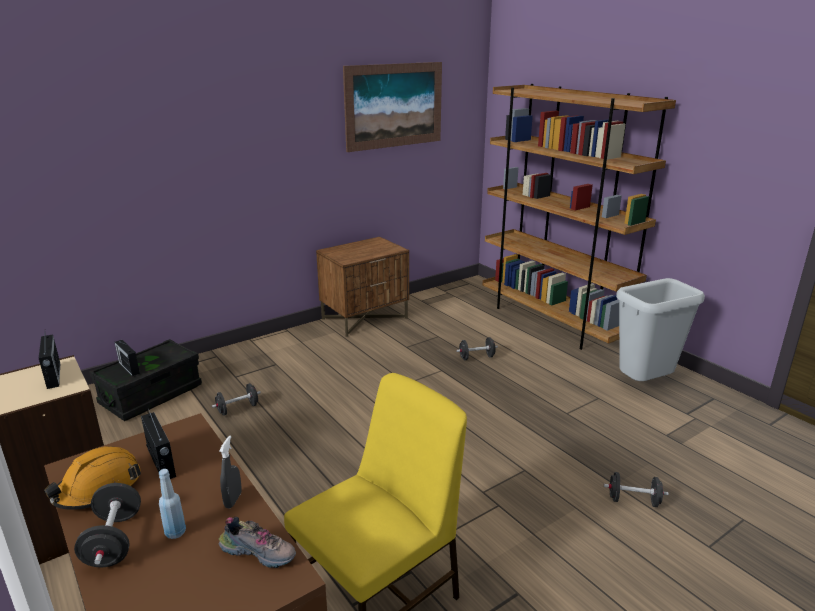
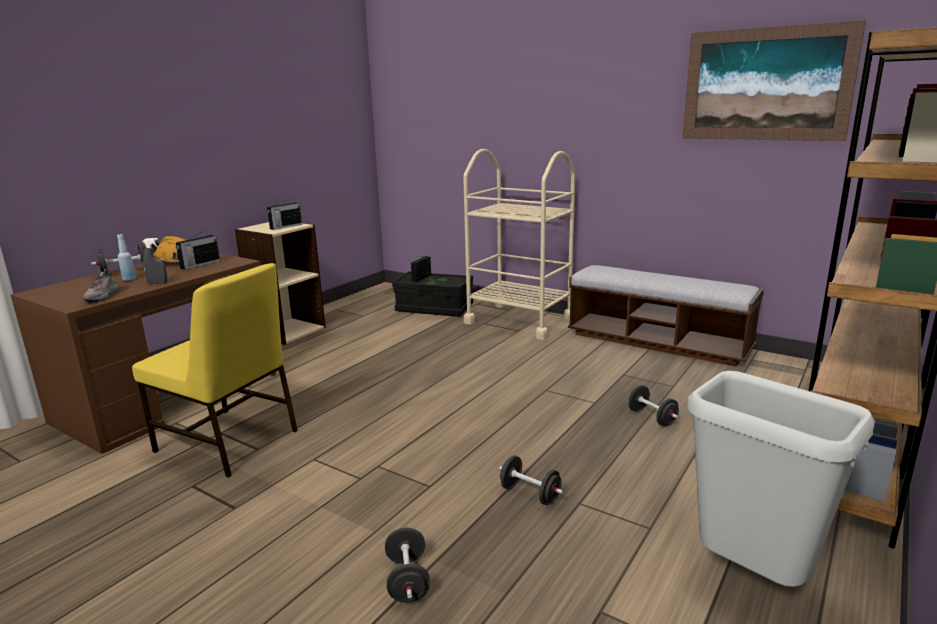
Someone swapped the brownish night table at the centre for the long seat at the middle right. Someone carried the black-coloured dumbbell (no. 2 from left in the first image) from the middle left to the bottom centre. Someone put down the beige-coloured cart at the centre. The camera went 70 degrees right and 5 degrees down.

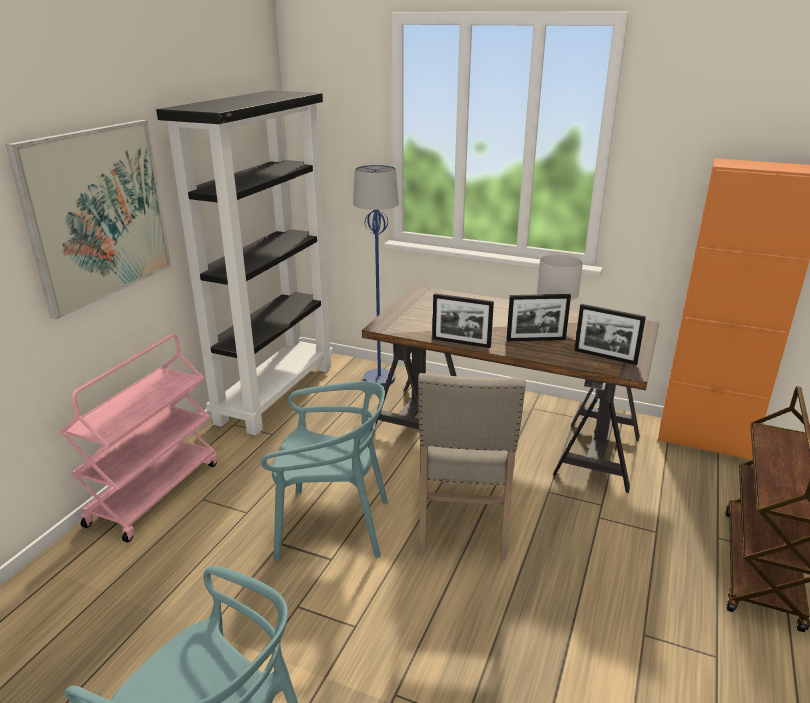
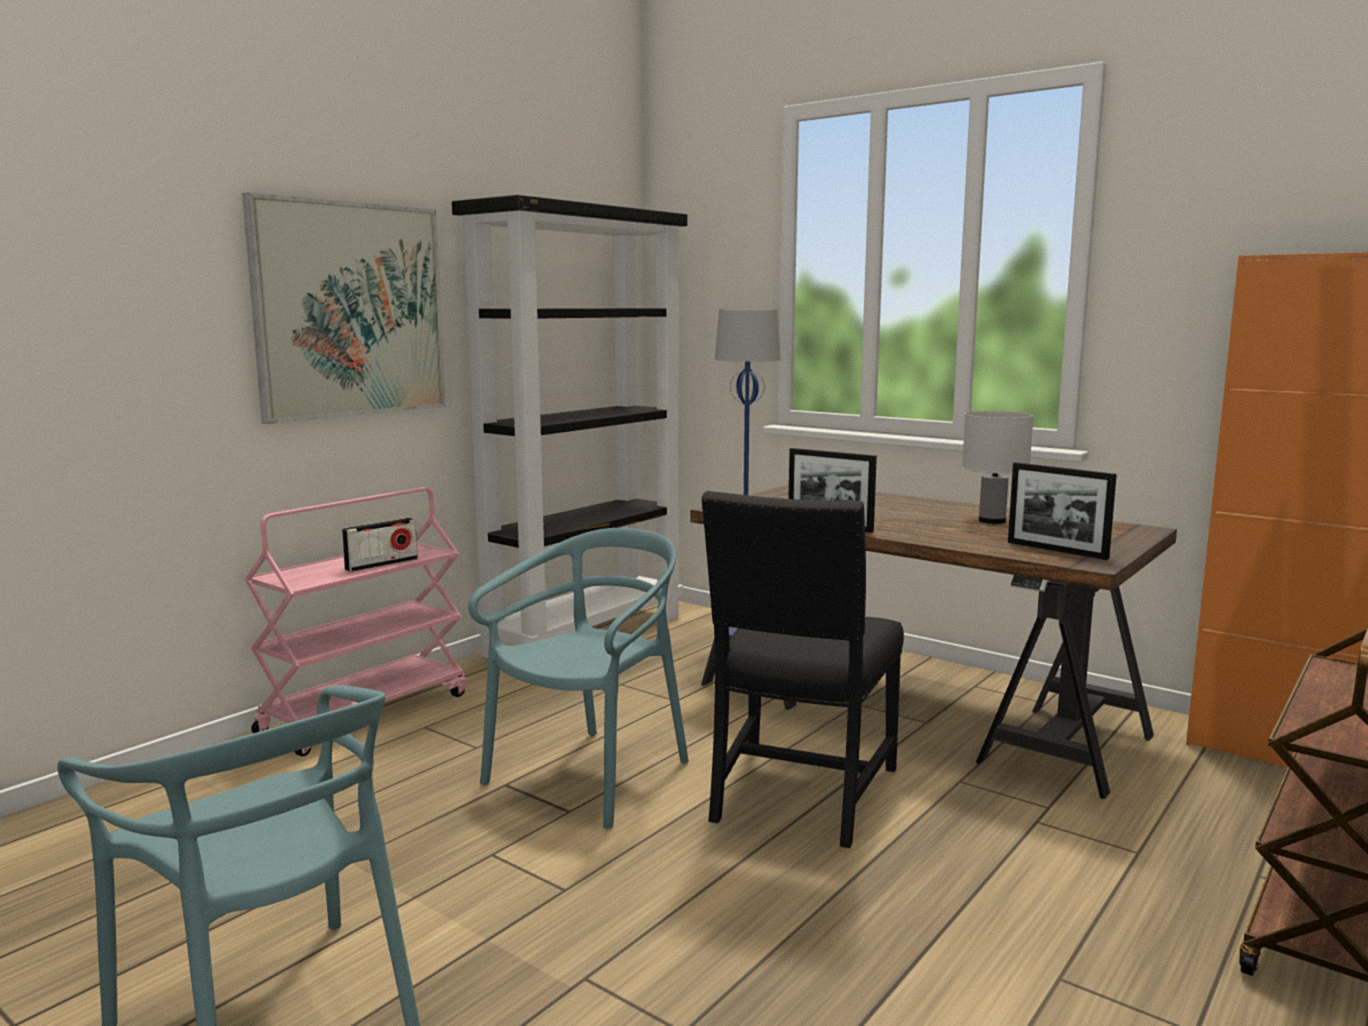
Someone took away the picture frame (no. 2 from left) at the centre. Someone repainted the beige-coloured chair at the centre, which became the black-coloured chair at the centre. Someone rotated the blue-green chair (no. 2 from left) at the bottom centre by 75 degrees counterclockwise. Someone put down the radio set at the middle left. The camera went 15 degrees right and 15 degrees down.

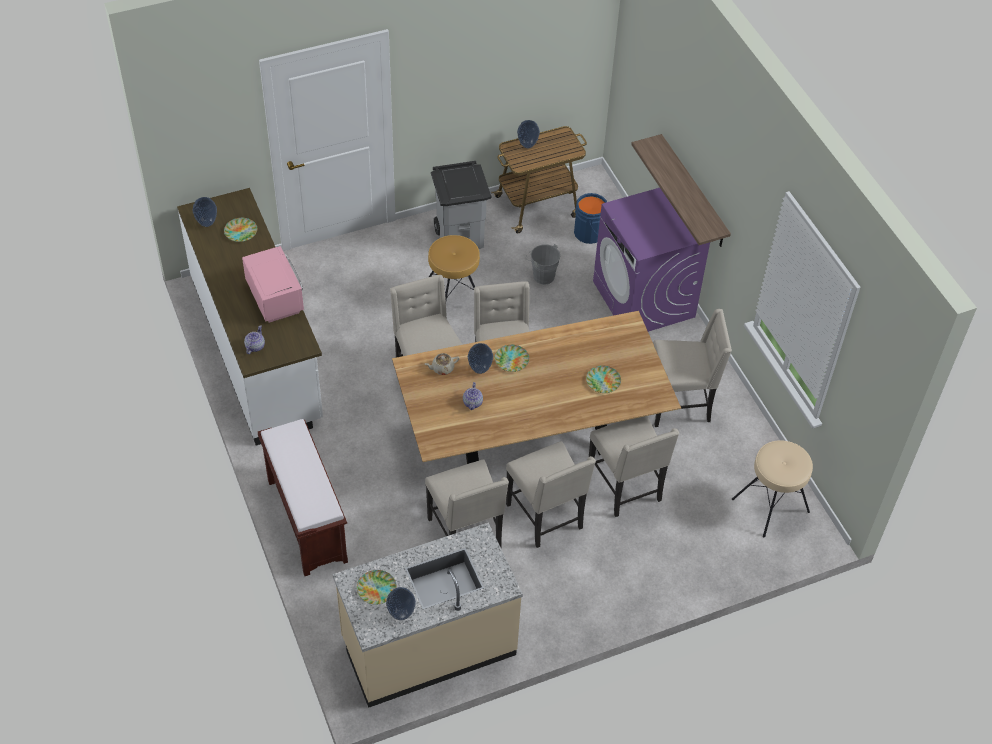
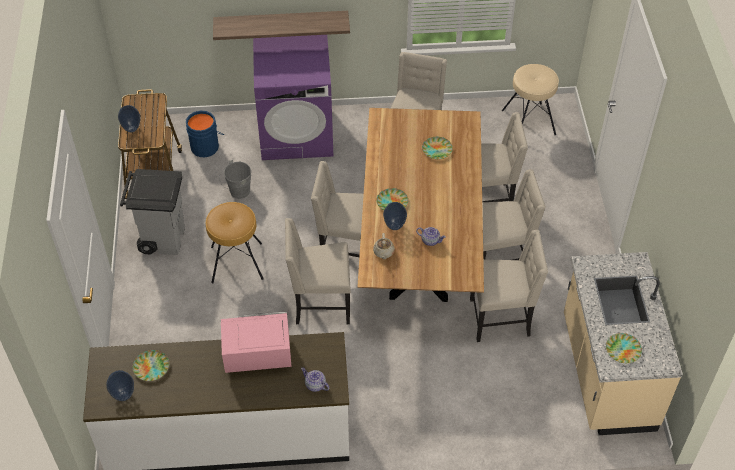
Someone took away the brownish long seat at the bottom left. Someone took away the vase (no. 2 from left) at the bottom centre. The camera went 70 degrees left and 0 degrees up.

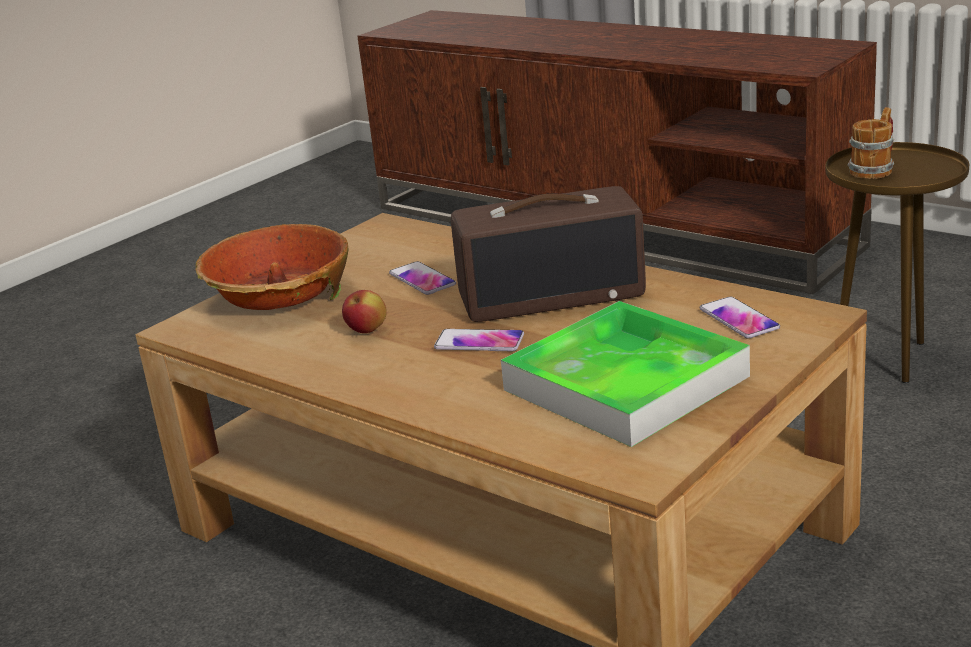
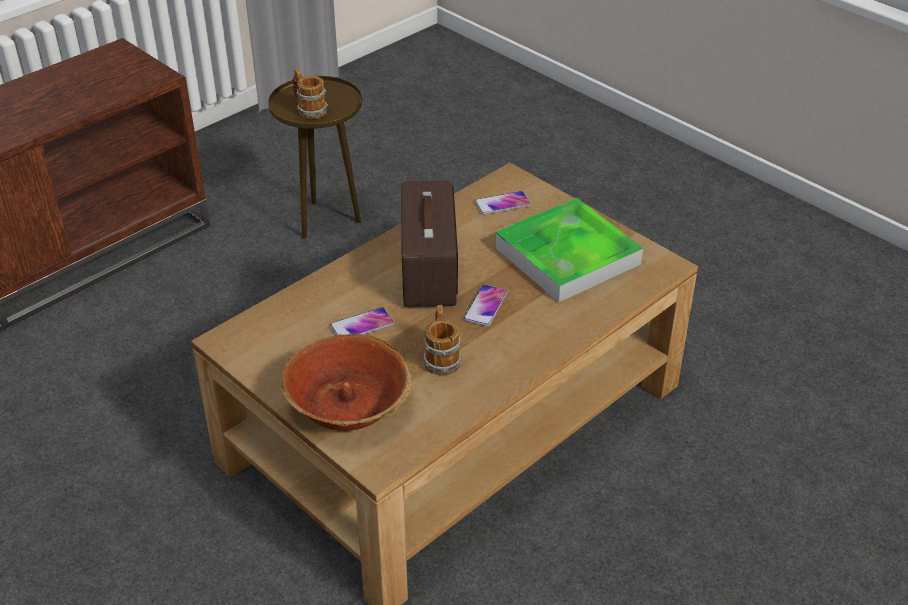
Someone swapped the whole apple at the centre for the mug (no. 2 from left) at the centre. The camera went 85 degrees left and 15 degrees up.

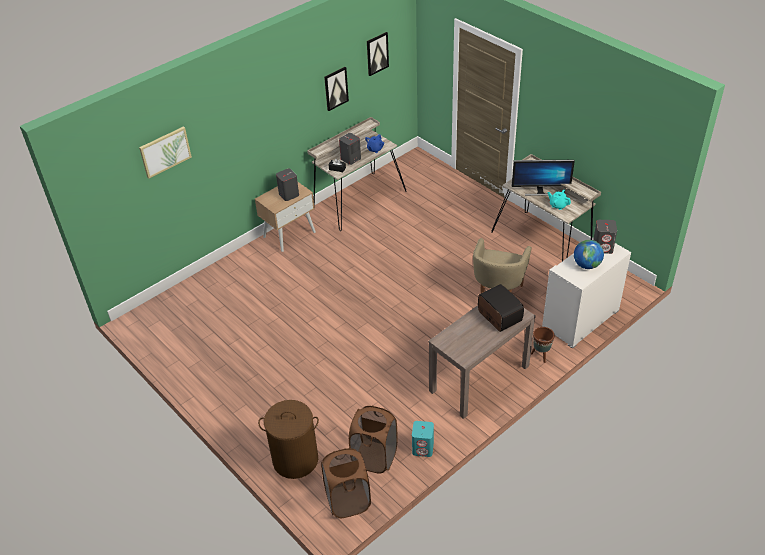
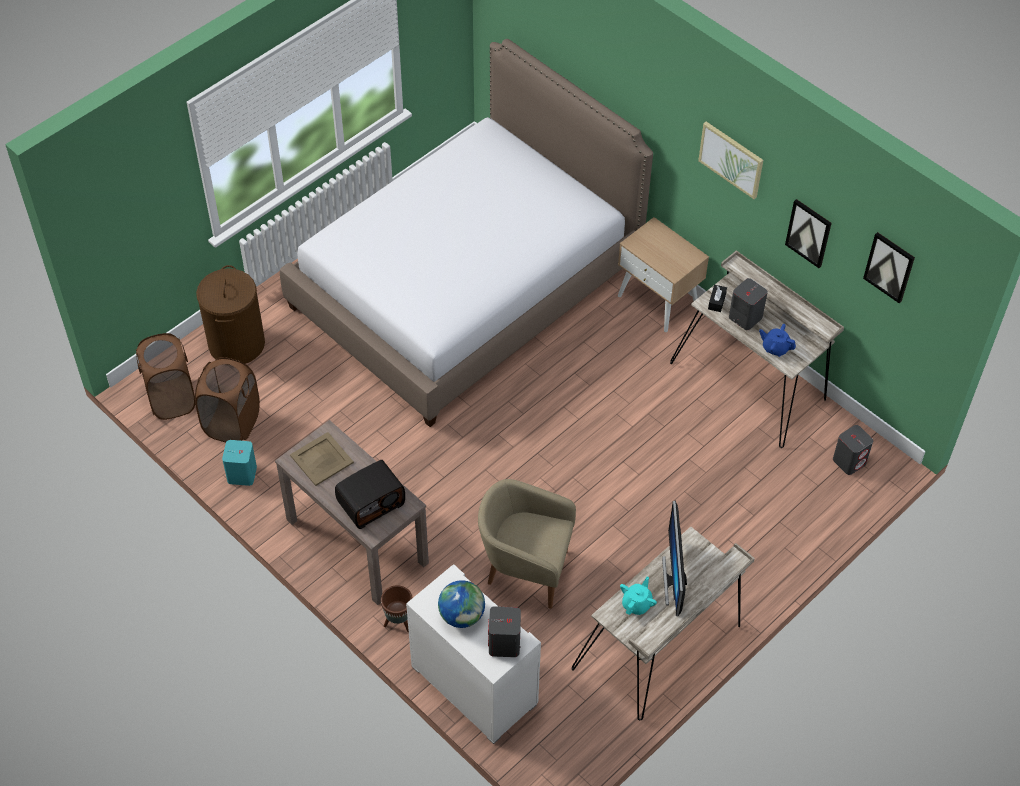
Someone carried the wall art (no. 1 from left) from the top left to the top right. Someone carried the gray audio speaker (no. 1 from left in the first image) from the top centre to the middle right. Someone put down the bedroom bed at the top centre. Someone put down the beige-coloured carrying tray at the middle left. The camera went 85 degrees right and 10 degrees up.

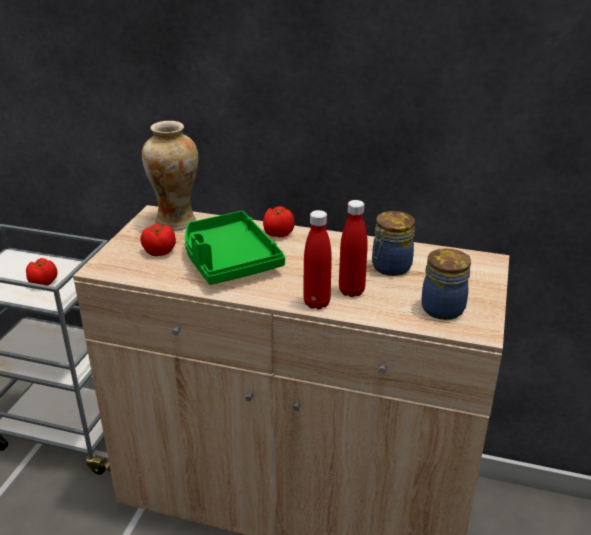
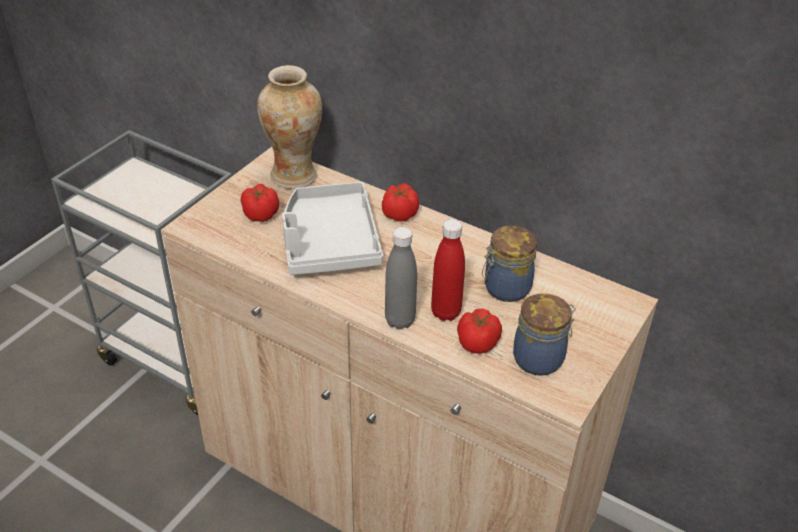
Someone repainted the red beverage bottle (no. 1 from left) at the centre, which became the gray beverage bottle at the centre. Someone repainted the green carrying tray at the centre, which became the gray carrying tray at the centre. Someone carried the whole tomato (no. 1 from left in the first image) from the middle left to the centre. The camera went 15 degrees right and 10 degrees up.

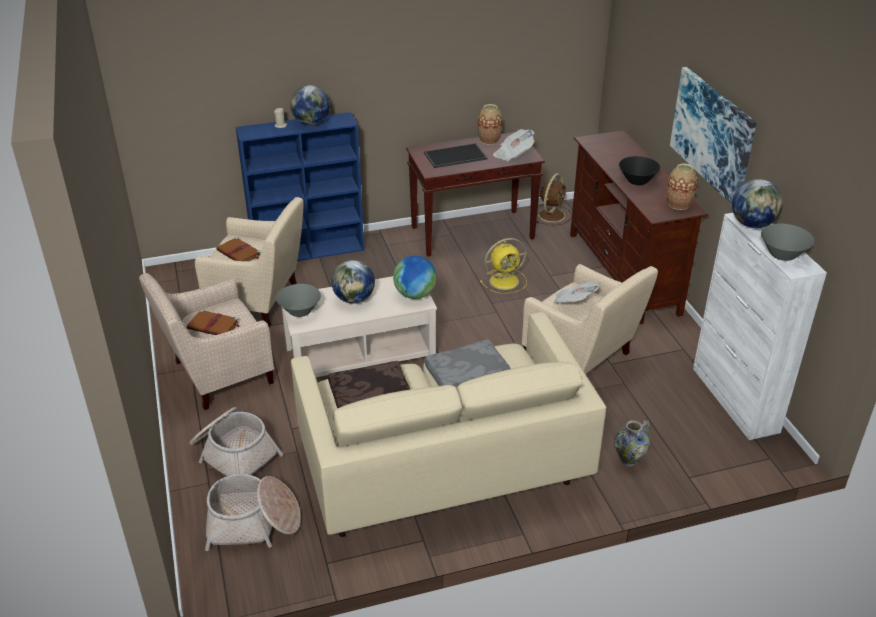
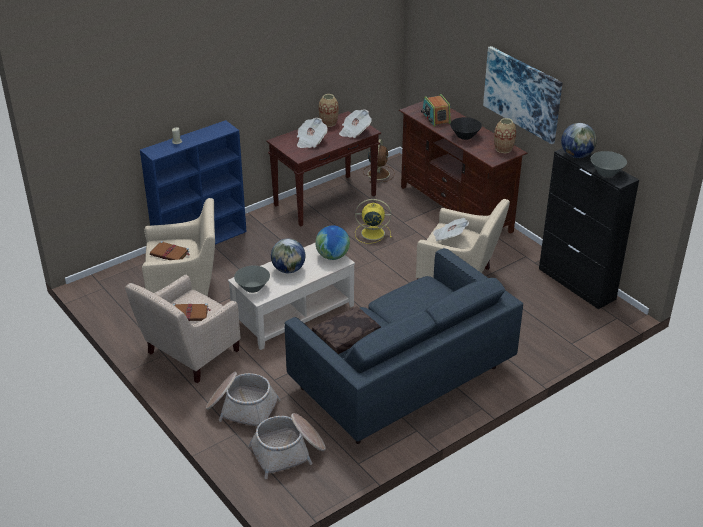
Someone took away the world globe (no. 1 from left) at the top centre. Someone swapped the carrying tray at the top centre for the daily paper (no. 1 from left) at the top centre. Someone repainted the white storage cabinet at the middle right, which became the black-coloured storage cabinet at the middle right. Someone rotated the yellow-coloured fan at the centre by 135 degrees counterclockwise. Someone repainted the beige-coloured couch at the bottom centre, which became the blue-coloured couch at the centre. Someone took away the gray throw pillow at the centre. Someone took away the vase (no. 2 from left) at the bottom right. Someone put down the radio set at the top centre. The camera went 20 degrees left and 0 degrees up.

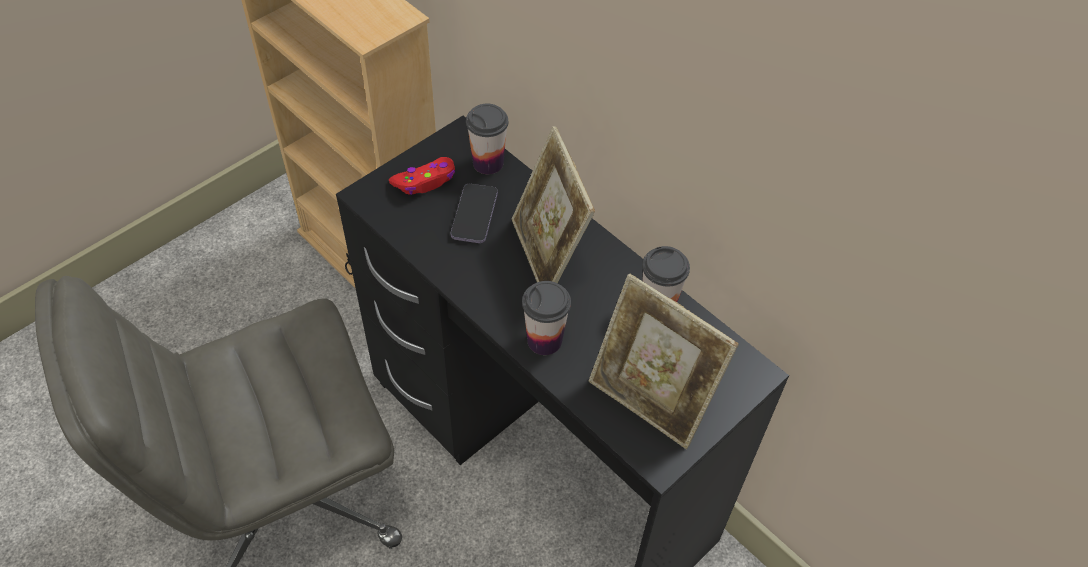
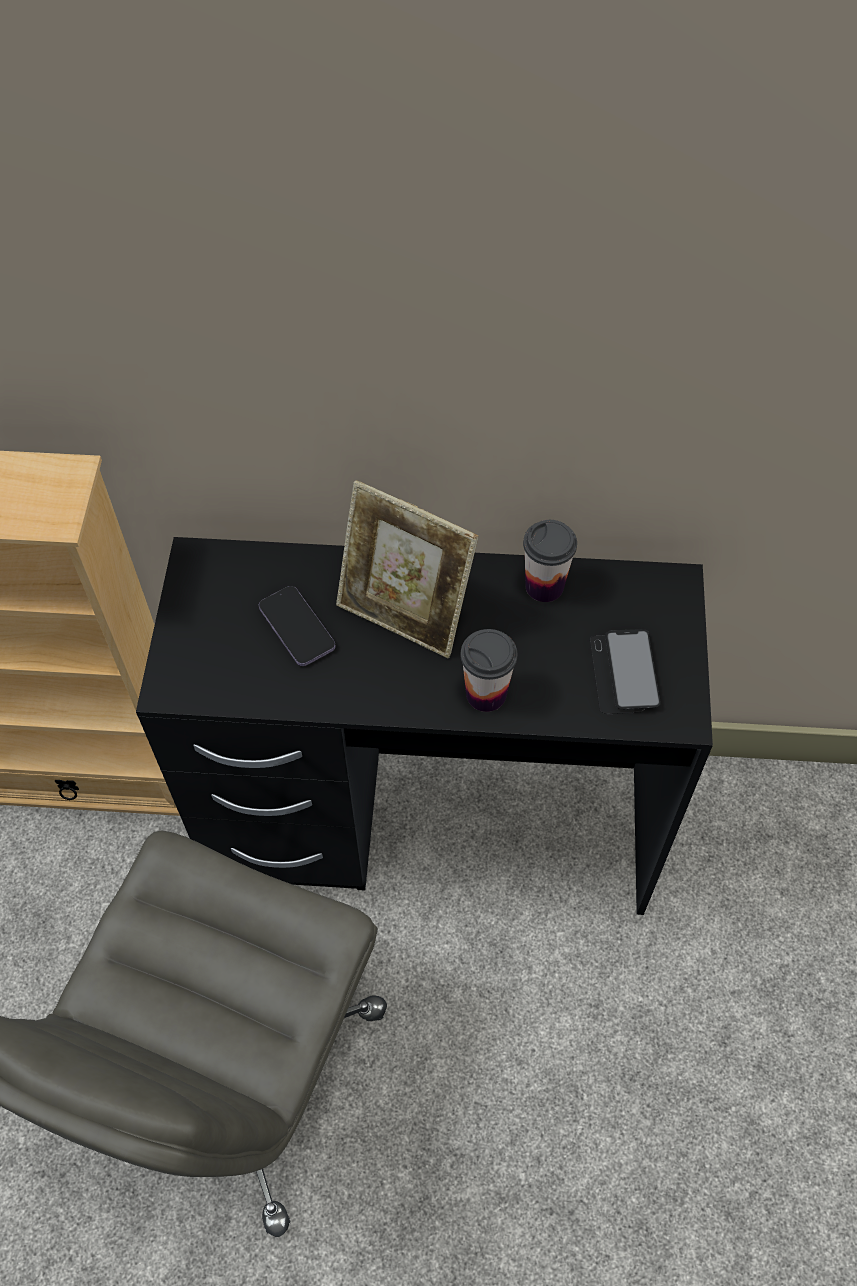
Someone took away the drinking cup (no. 1 from left) at the top centre. Someone took away the red game controller at the top centre. Someone swapped the picture frame (no. 2 from left) at the centre for the phone (no. 2 from left) at the middle right. The camera went 40 degrees left and 5 degrees up.

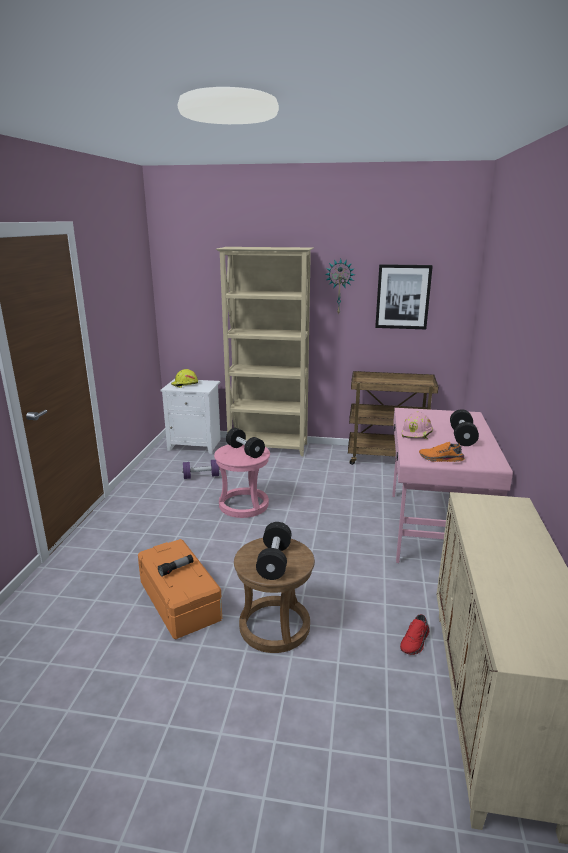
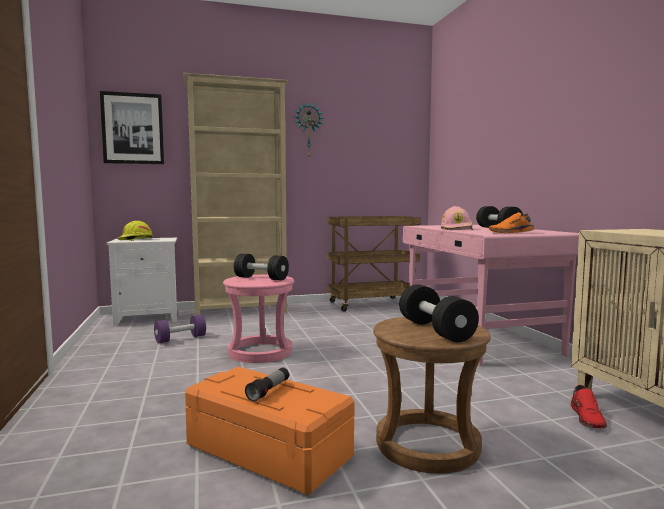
Someone carried the wall art from the middle right to the top left. The camera went 25 degrees left and 15 degrees down.

